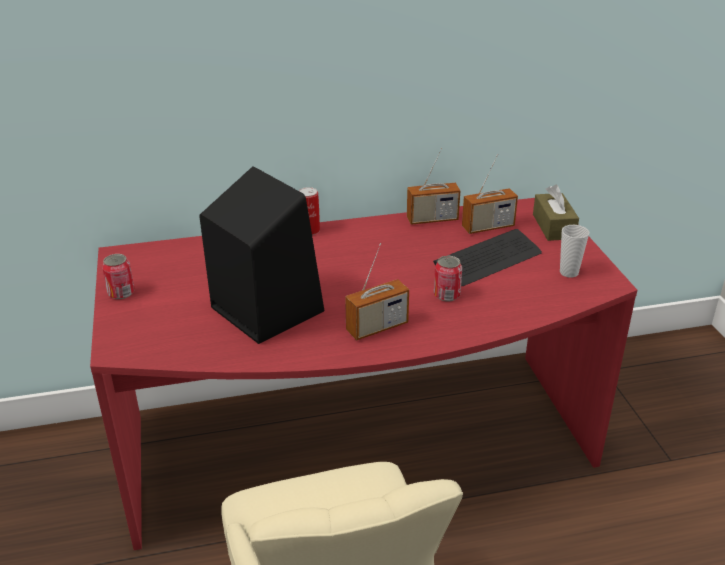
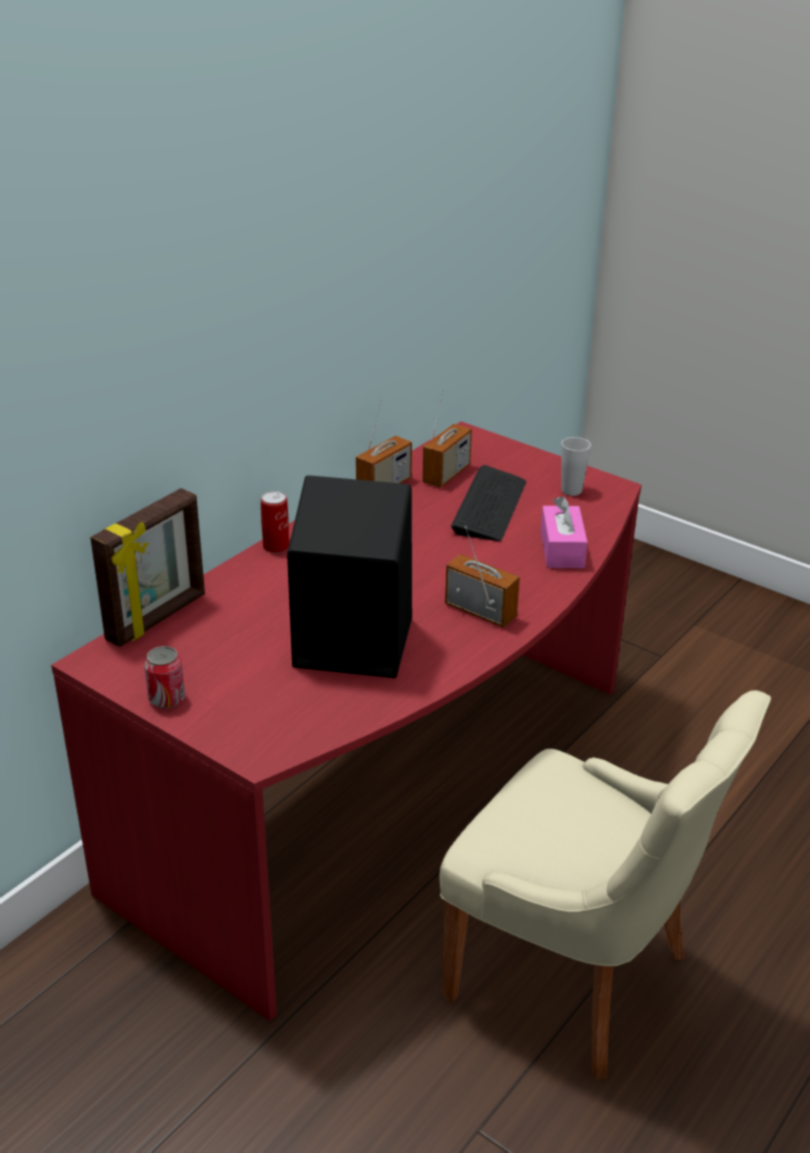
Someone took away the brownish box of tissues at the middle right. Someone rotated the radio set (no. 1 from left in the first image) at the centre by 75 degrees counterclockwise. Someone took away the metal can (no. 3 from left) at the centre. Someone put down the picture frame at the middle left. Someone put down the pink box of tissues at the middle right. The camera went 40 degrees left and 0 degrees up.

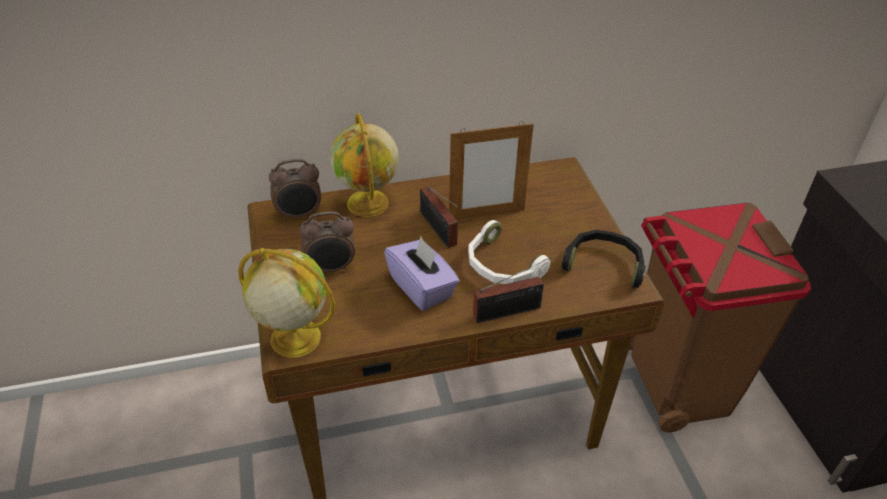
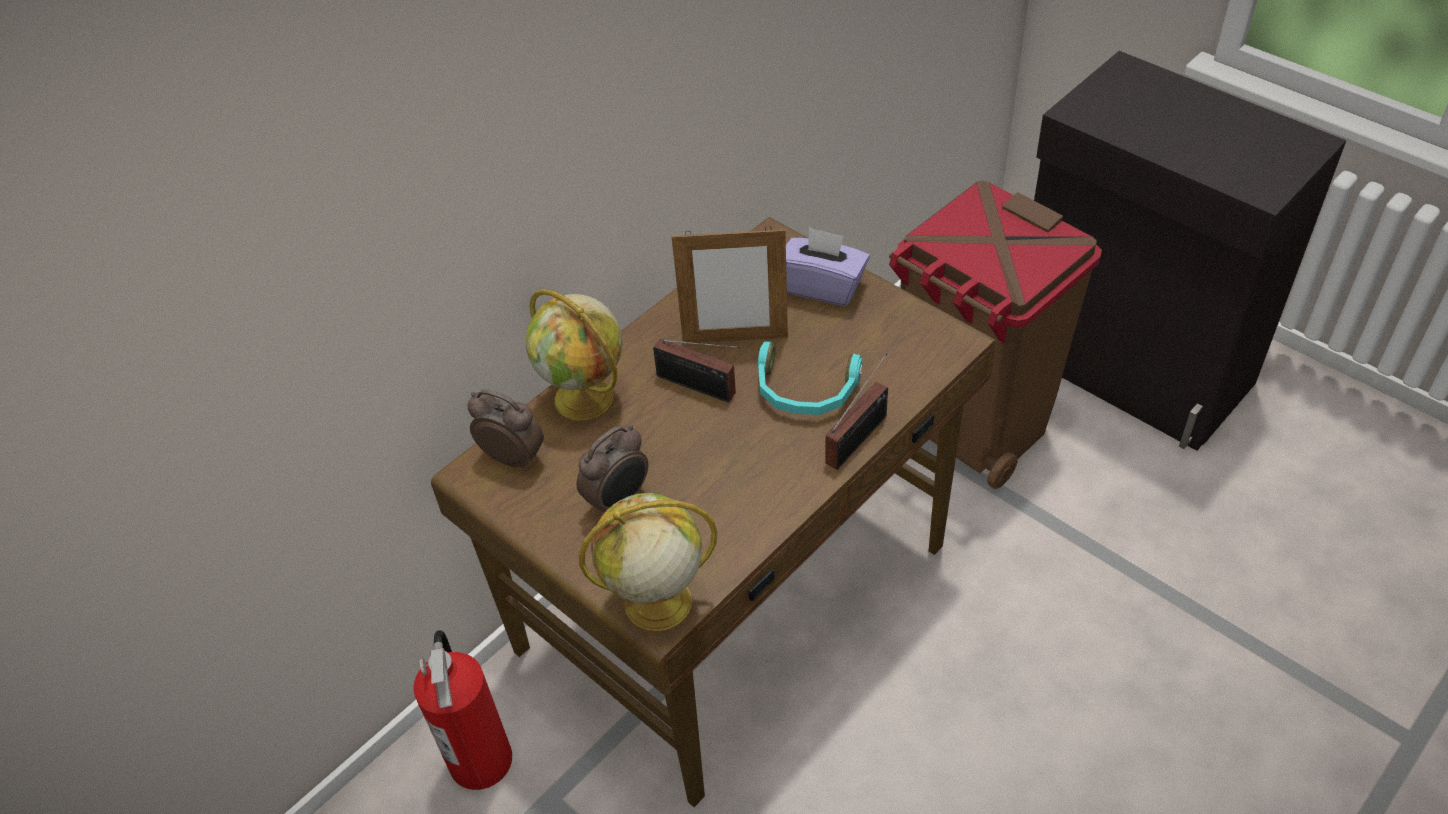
Someone rotated the picture frame at the centre by 45 degrees clockwise. Someone rotated the alarm clock (no. 1 from left) at the middle left by 105 degrees counterclockwise. Someone repainted the white headset at the centre, which became the blue-green headset at the centre. Someone took away the black-coloured headset at the middle right. Someone carried the purplish box of tissues from the centre to the top centre. Someone put down the fire extinguisher at the bottom left. The camera went 30 degrees left and 5 degrees up.

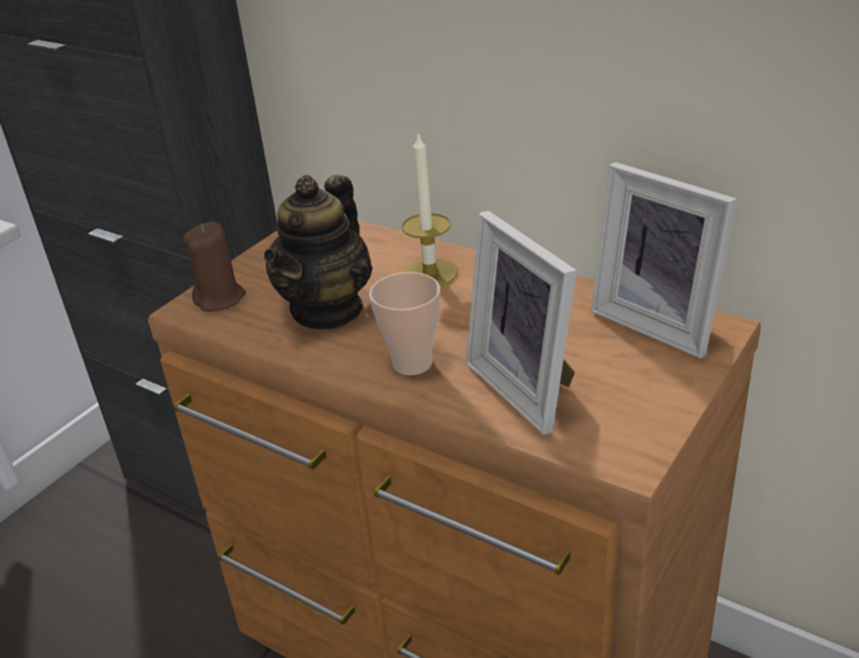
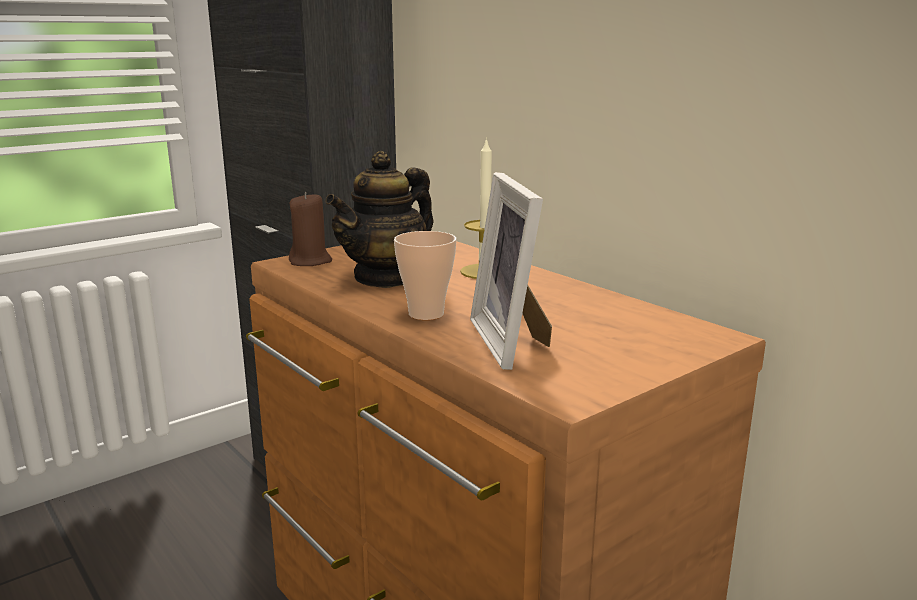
Someone took away the picture frame (no. 2 from left) at the middle right. The camera went 15 degrees right and 15 degrees down.

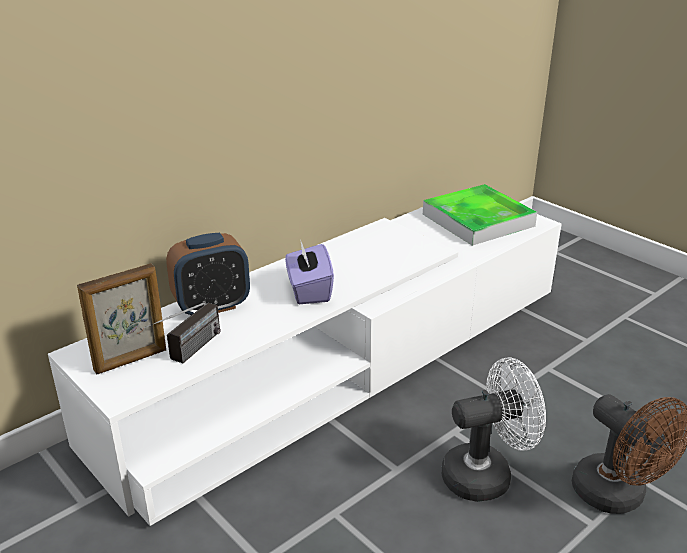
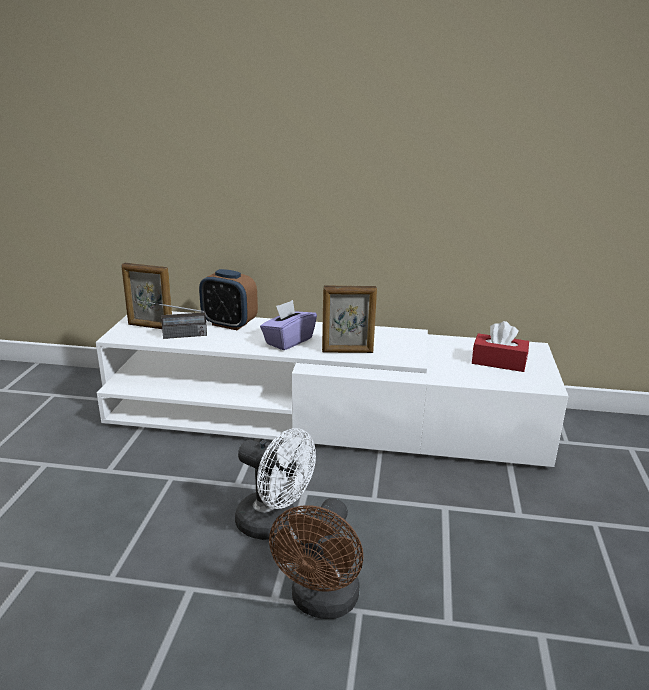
Someone swapped the carrying tray at the middle right for the red box of tissues at the middle right. Someone put down the picture frame (no. 2 from left) at the centre. The camera went 50 degrees right and 5 degrees down.

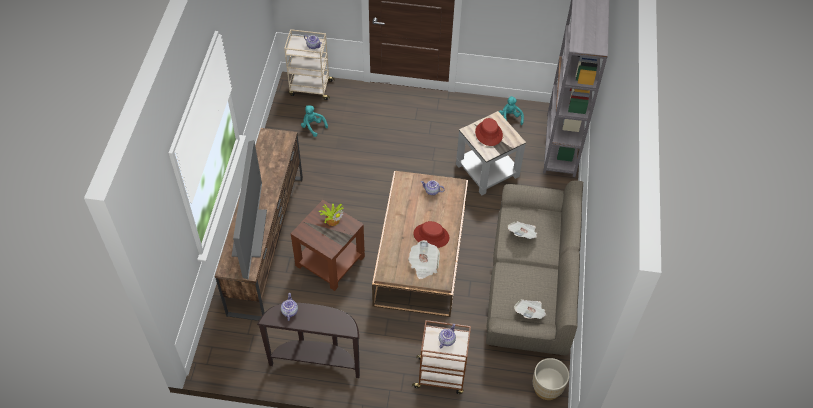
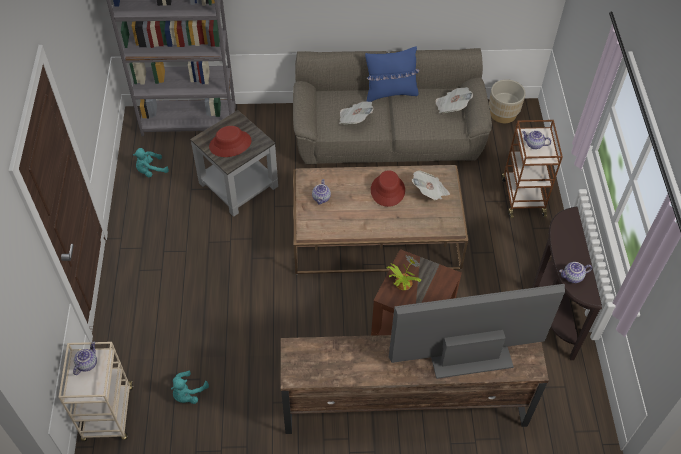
Someone put down the blue-coloured throw pillow at the top centre. The camera went 100 degrees left and 0 degrees up.

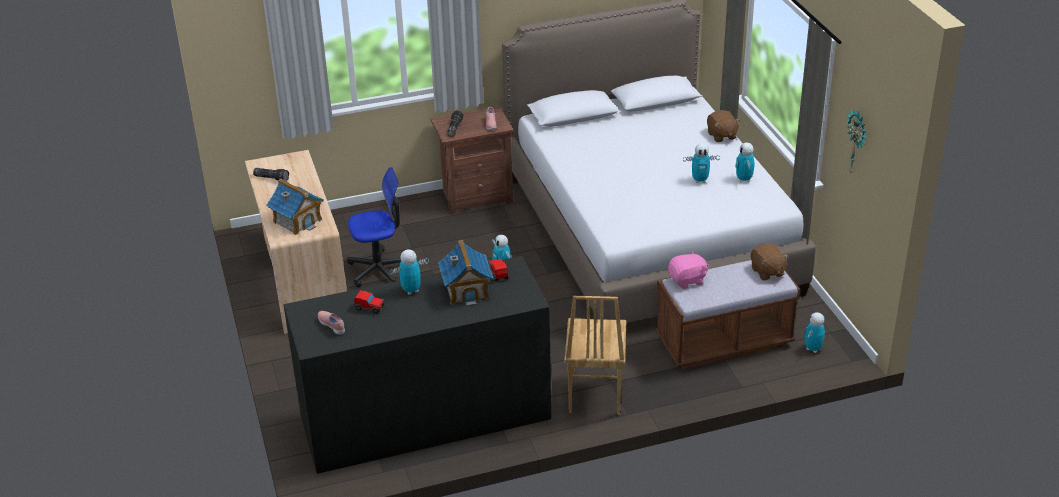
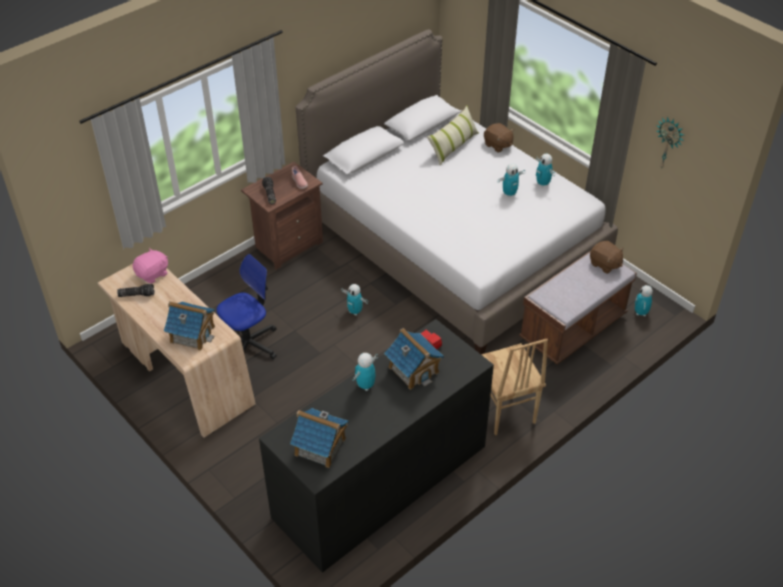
Someone carried the pink cuddly toy from the centre to the middle left. Someone took away the model car (no. 1 from left) at the centre. Someone swapped the pink item of footwear (no. 1 from left) at the middle left for the miniature house (no. 2 from left) at the bottom centre. Someone put down the throw pillow at the top centre. The camera went 25 degrees left and 10 degrees up.

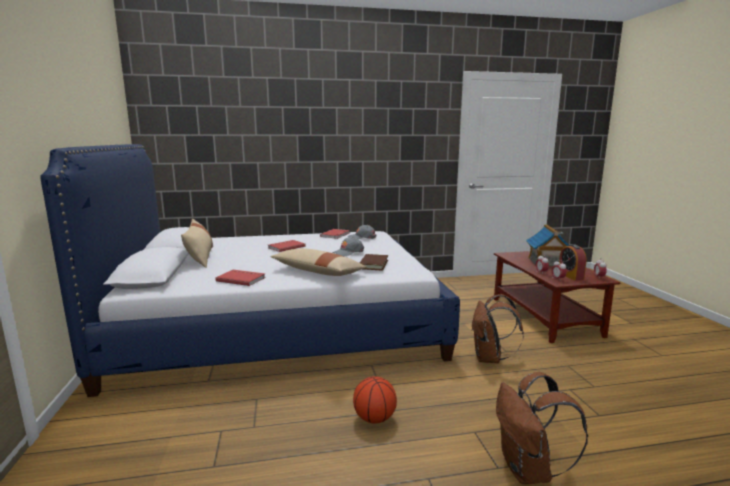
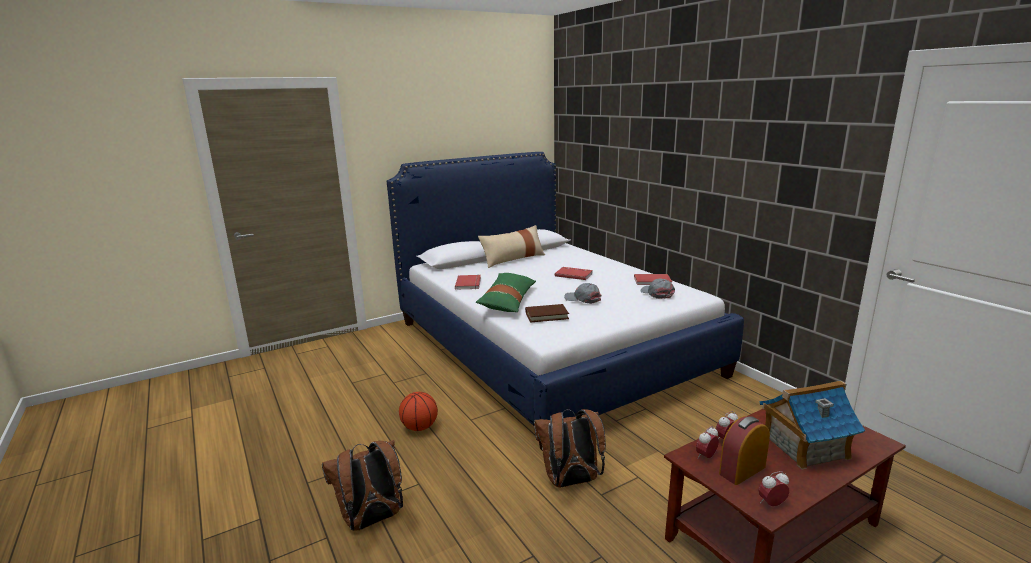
Someone repainted the beige-coloured throw pillow (no. 2 from left) at the centre, which became the green throw pillow at the centre. The camera went 70 degrees right and 5 degrees up.

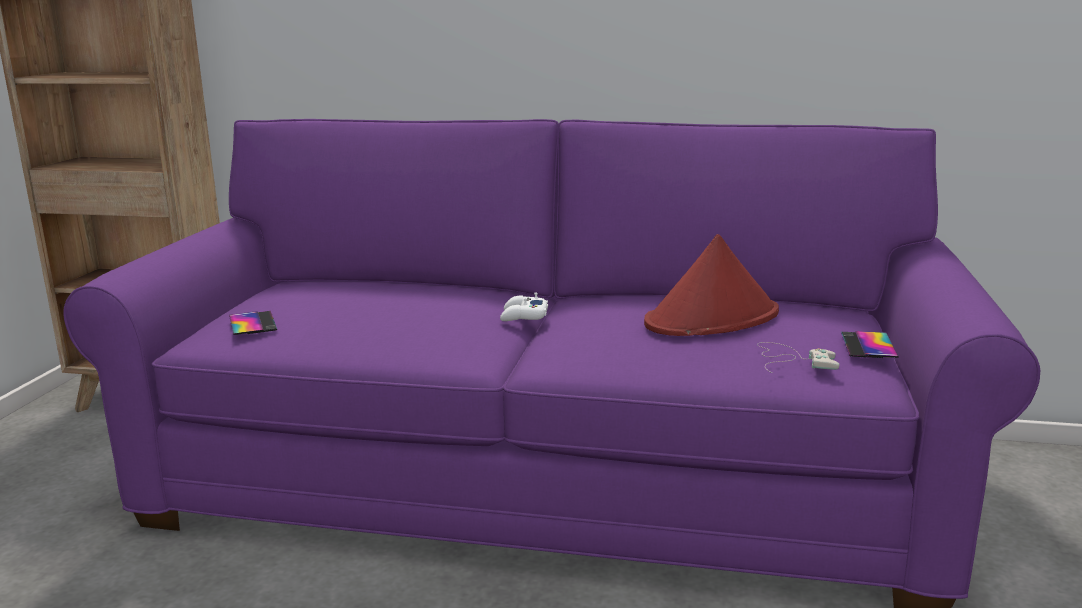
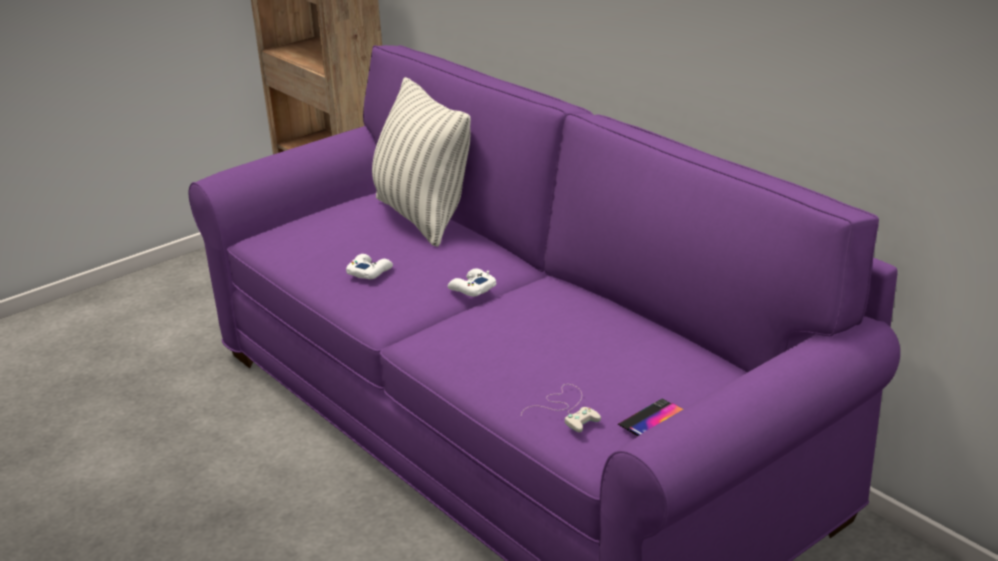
Someone took away the red clothing hat at the centre. Someone took away the phone (no. 1 from left) at the middle left. Someone put down the throw pillow at the top centre. Someone put down the white game controller (no. 1 from left) at the centre. The camera went 40 degrees right and 10 degrees up.

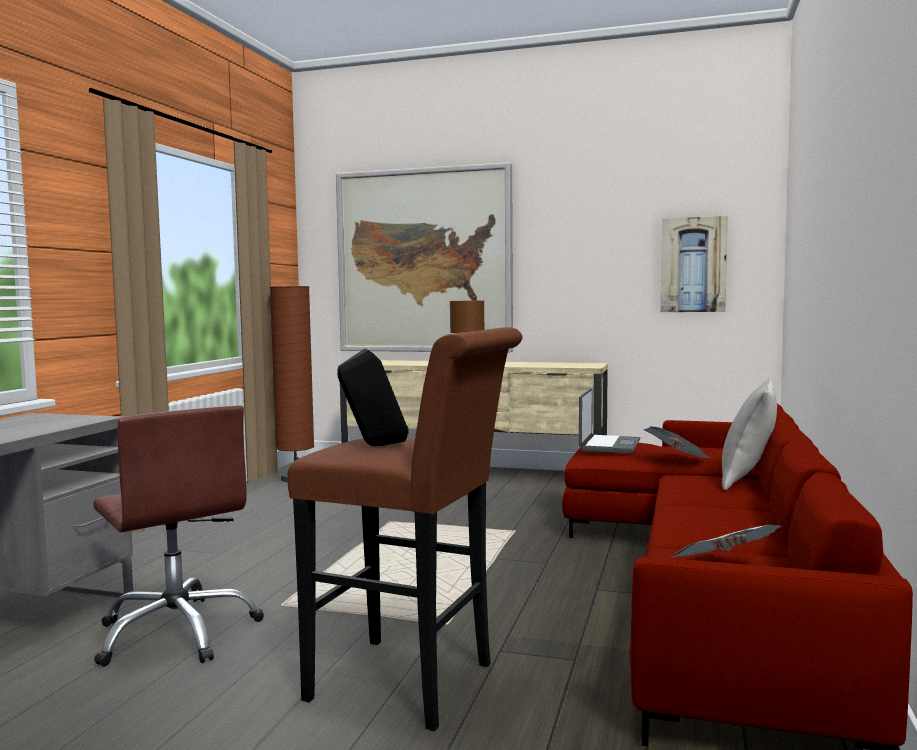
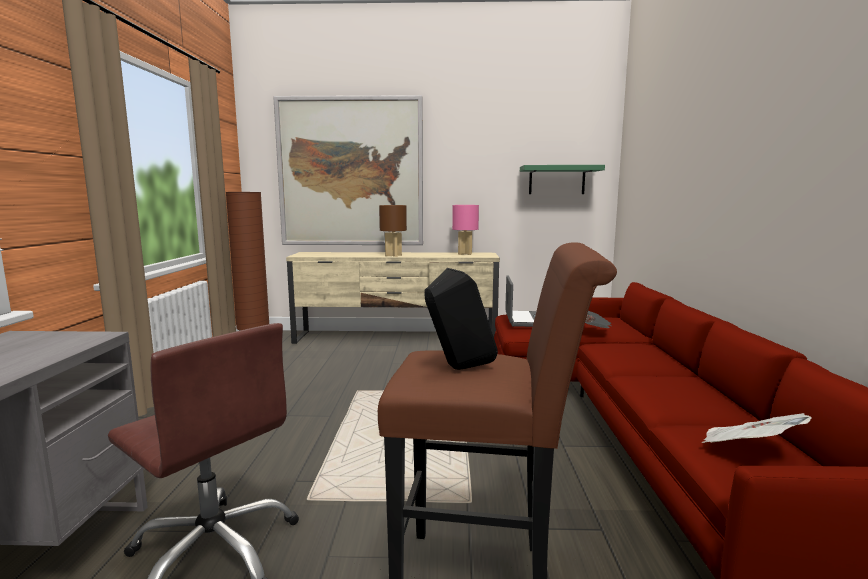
Someone swapped the wall art (no. 2 from left) at the middle right for the green shelf at the top centre. Someone took away the gray throw pillow at the middle right. Someone put down the pink tabletop lamp at the centre. The camera went 15 degrees left and 5 degrees up.

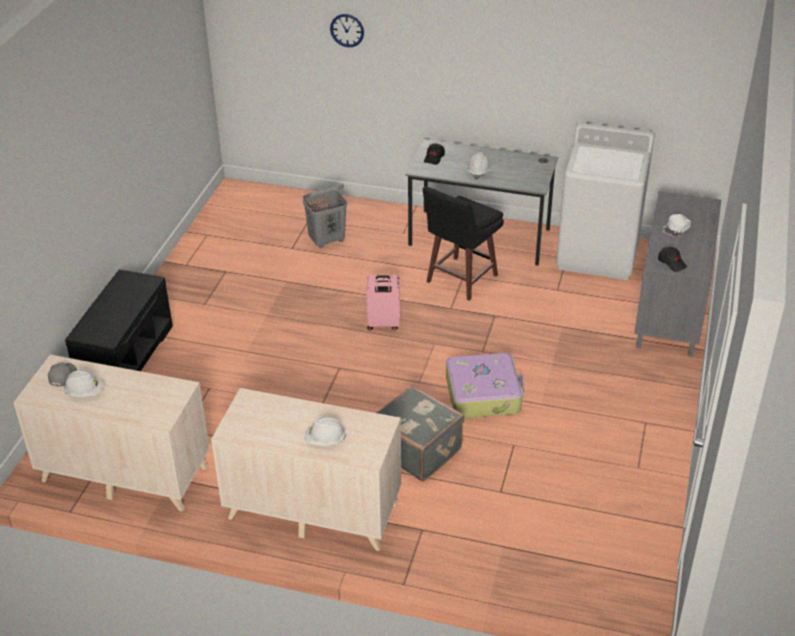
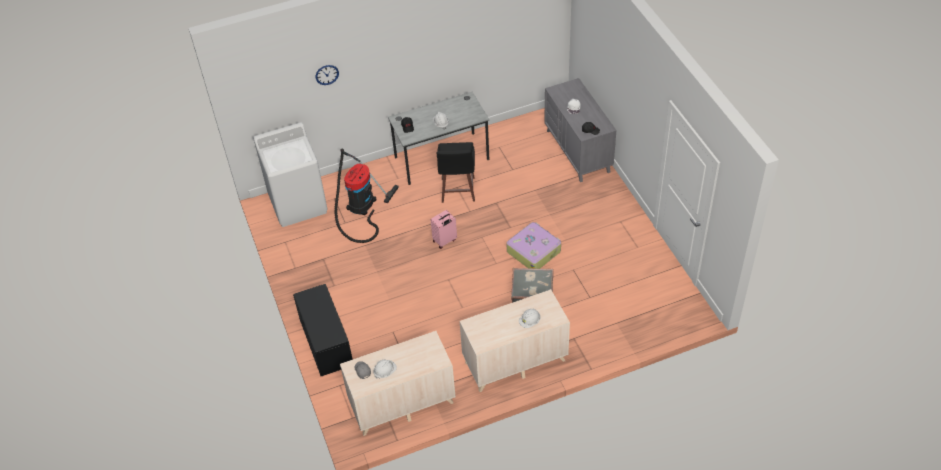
Someone carried the white laundry machine from the top right to the middle left. Someone swapped the gray hamper at the centre for the hoover at the centre. The camera went 35 degrees left and 10 degrees up.

